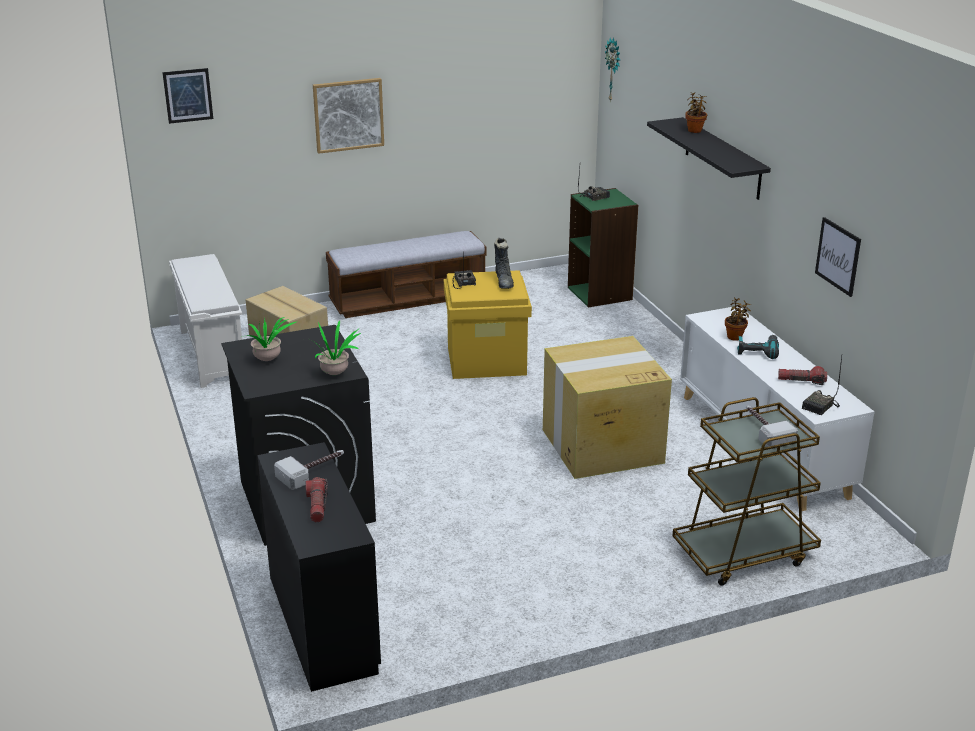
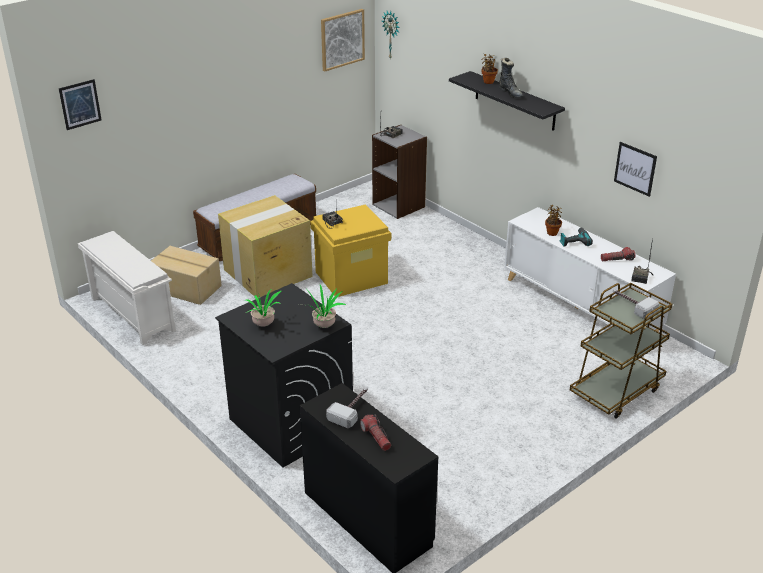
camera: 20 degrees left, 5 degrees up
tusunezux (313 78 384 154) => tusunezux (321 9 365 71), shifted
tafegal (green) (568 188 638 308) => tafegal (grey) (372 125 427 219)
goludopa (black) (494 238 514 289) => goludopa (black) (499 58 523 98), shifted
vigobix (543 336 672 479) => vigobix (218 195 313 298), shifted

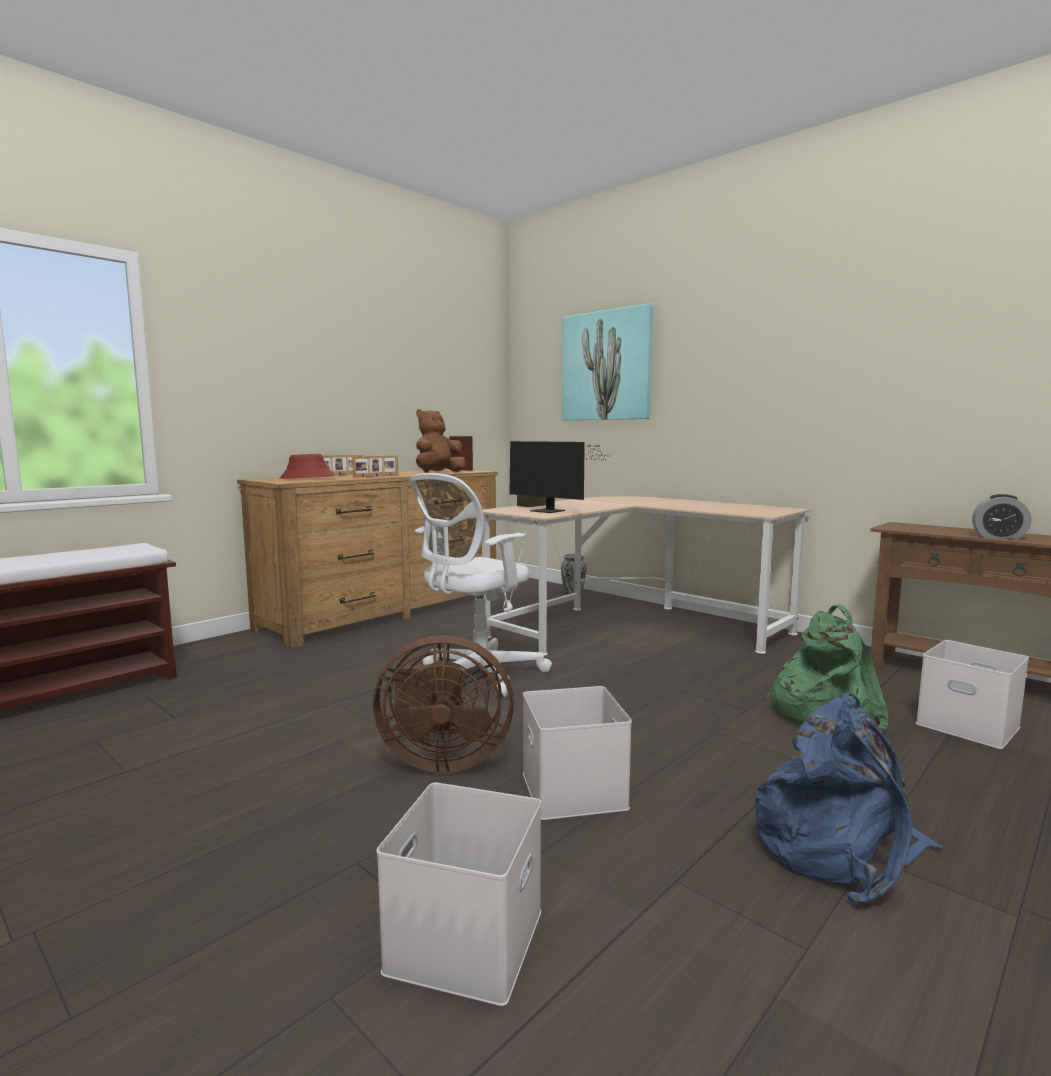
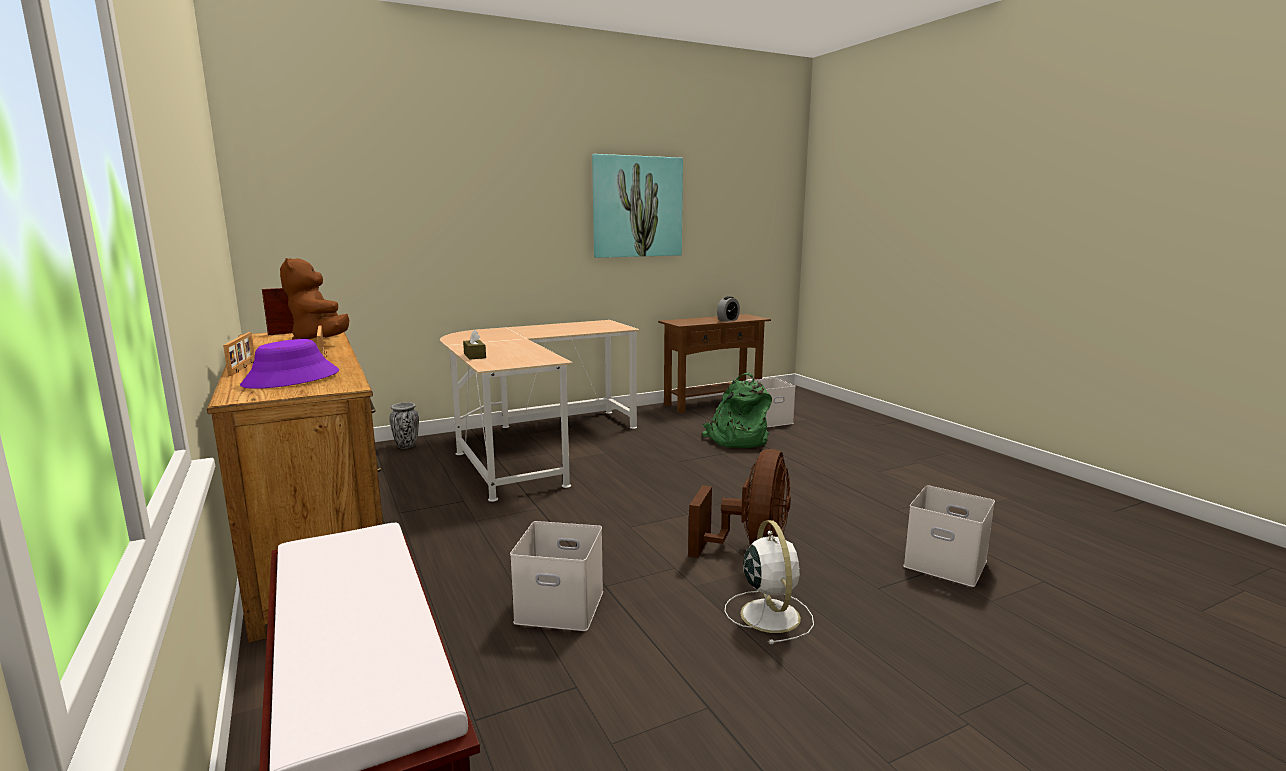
camera: 70 degrees left, 5 degrees up
tusunezux (562 303 653 420) => tusunezux (592 154 683 258), shifted
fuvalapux (509 441 608 513) => nothing
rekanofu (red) (280 454 336 479) => rekanofu (purple) (240 339 339 389)
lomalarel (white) (409 473 552 697) => nothing
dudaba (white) (523 686 632 820) => dudaba (white) (510 521 603 631), shifted
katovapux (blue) (755 693 944 905) => nothing
nothing => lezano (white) (725 520 814 644)

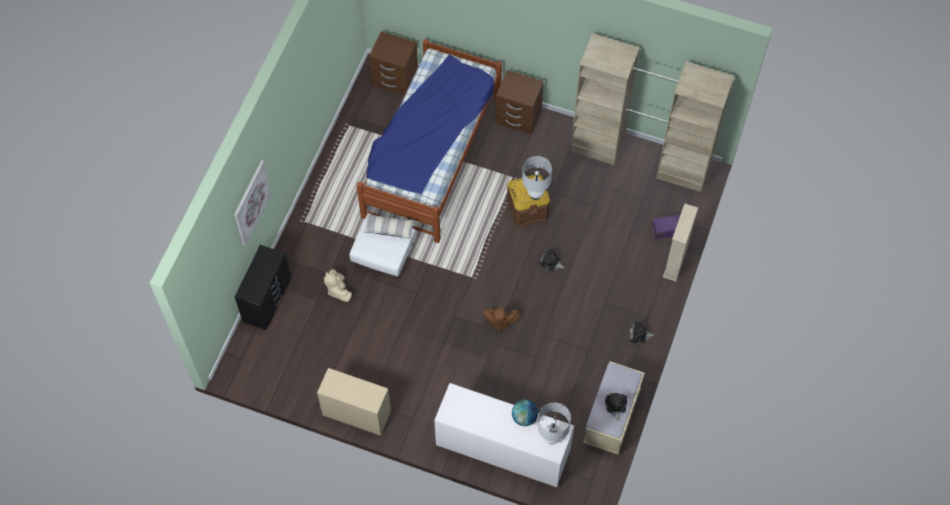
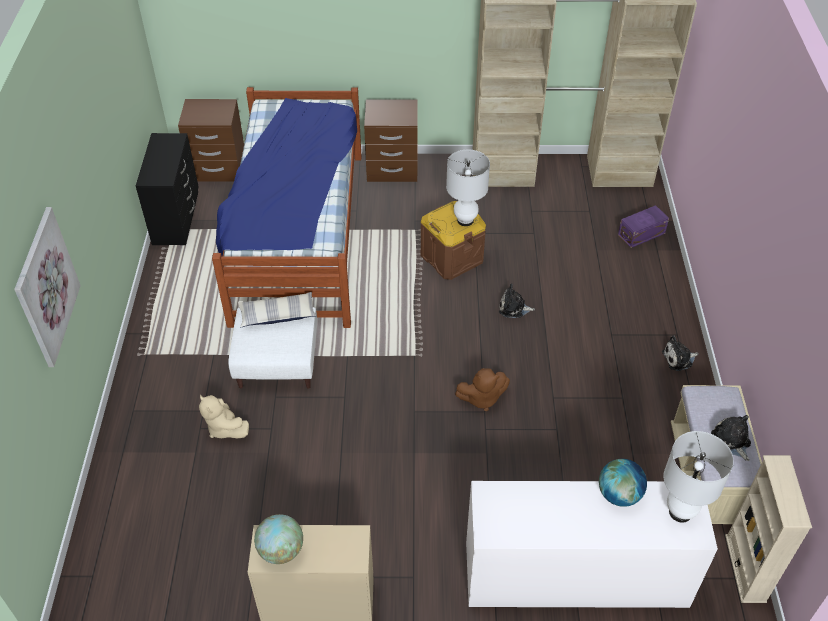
camera: 20 degrees left, 15 degrees down
tafegal (beige) (663 204 698 281) => tafegal (beige) (725 455 812 603), shifted
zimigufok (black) (235 245 291 330) => zimigufok (black) (136 133 199 245), shifted
nothing => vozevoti (254 514 303 564)

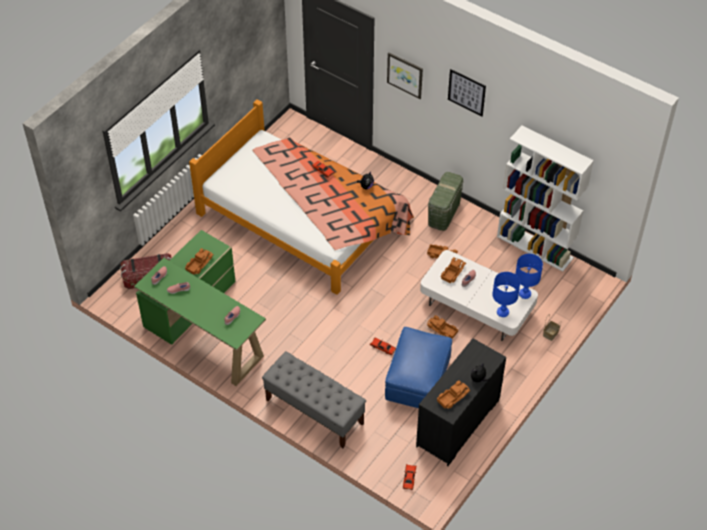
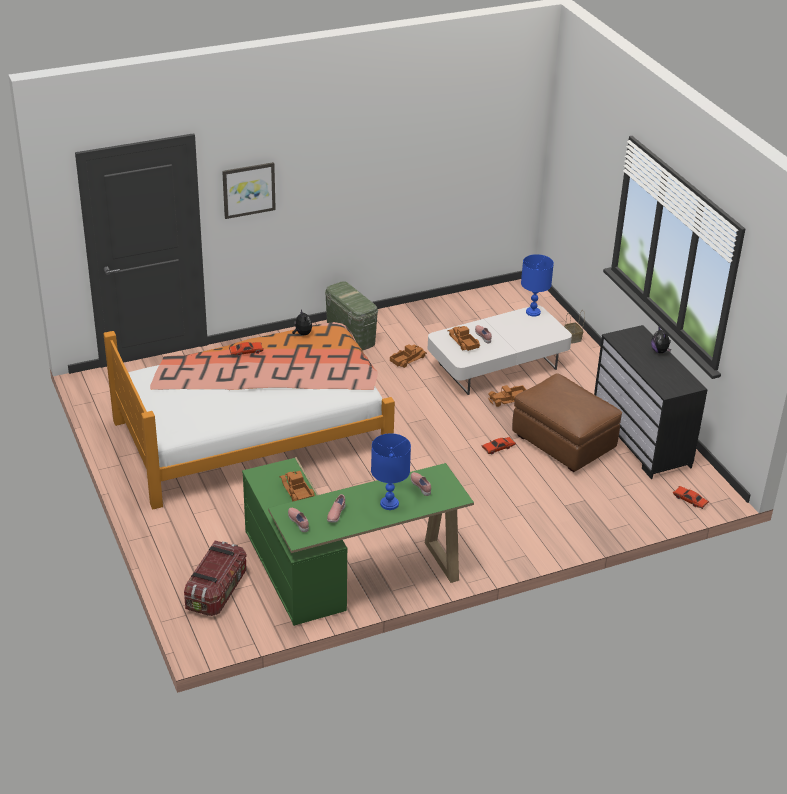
camera: 60 degrees left, 15 degrees down
tusunezux (448 69 486 116) => nothing
tafegal (white) (497 126 594 272) => nothing
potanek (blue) (492 272 520 317) => potanek (blue) (371 433 411 510), shifted
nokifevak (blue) (385 327 452 408) => nokifevak (brown) (512 373 622 472)
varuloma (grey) (262 351 366 448) => nothing
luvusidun (437 380 470 409) => nothing

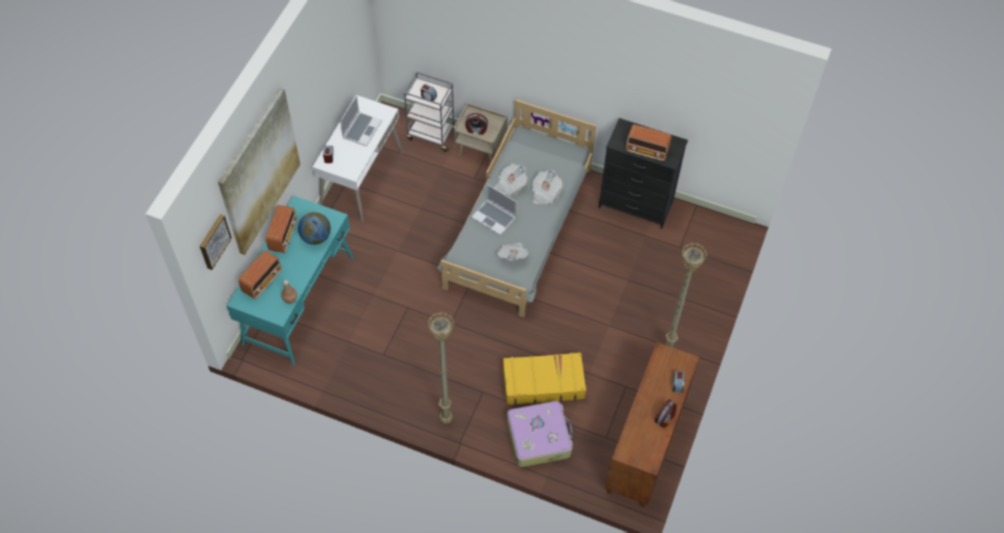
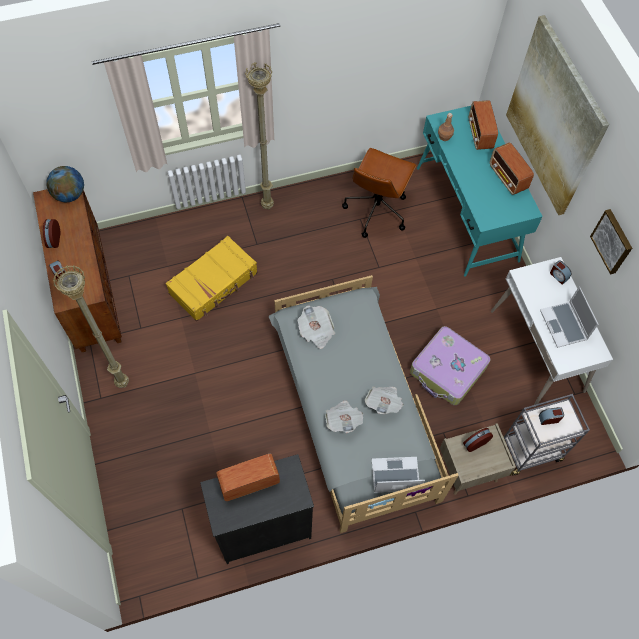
camera: 140 degrees right, 5 degrees up
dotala (472 184 517 235) => dotala (372 457 425 493), shifted
vozevoti (298 212 331 245) => vozevoti (46 166 84 202), shifted
tusunezux (200 214 232 270) => tusunezux (590 209 632 275), shifted
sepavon (507 401 573 467) => sepavon (410 326 490 405), shifted
nothing => lomalarel (brown) (342 148 417 238)

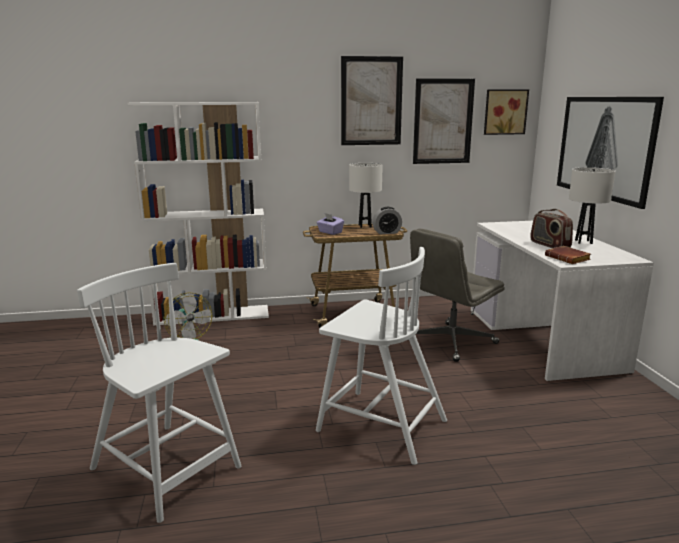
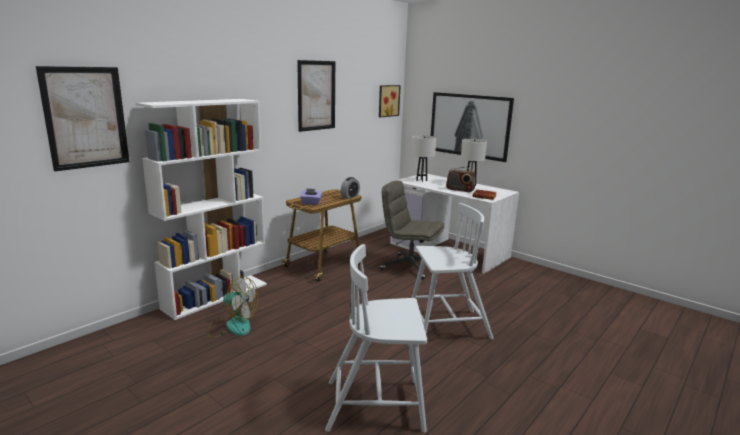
camera: 40 degrees left, 0 degrees up
tusunezux (413 78 475 164) => tusunezux (36 66 129 171), shifted
potanek (white) (349 163 383 228) => potanek (white) (412 135 436 182), shifted
lomalarel (grey) (408 229 505 362) => lomalarel (grey) (380 180 444 279), 105 degrees clockwise

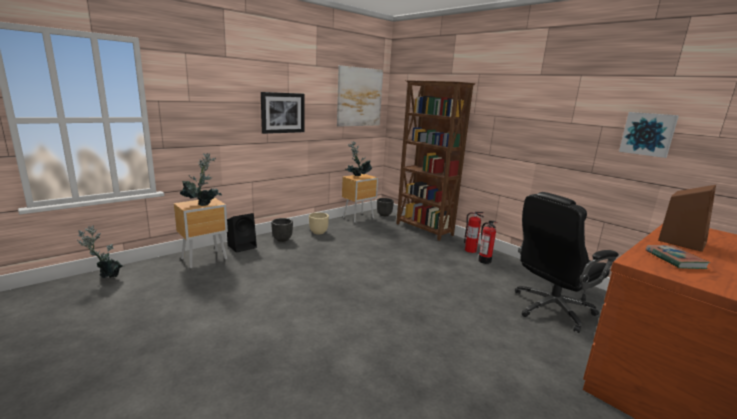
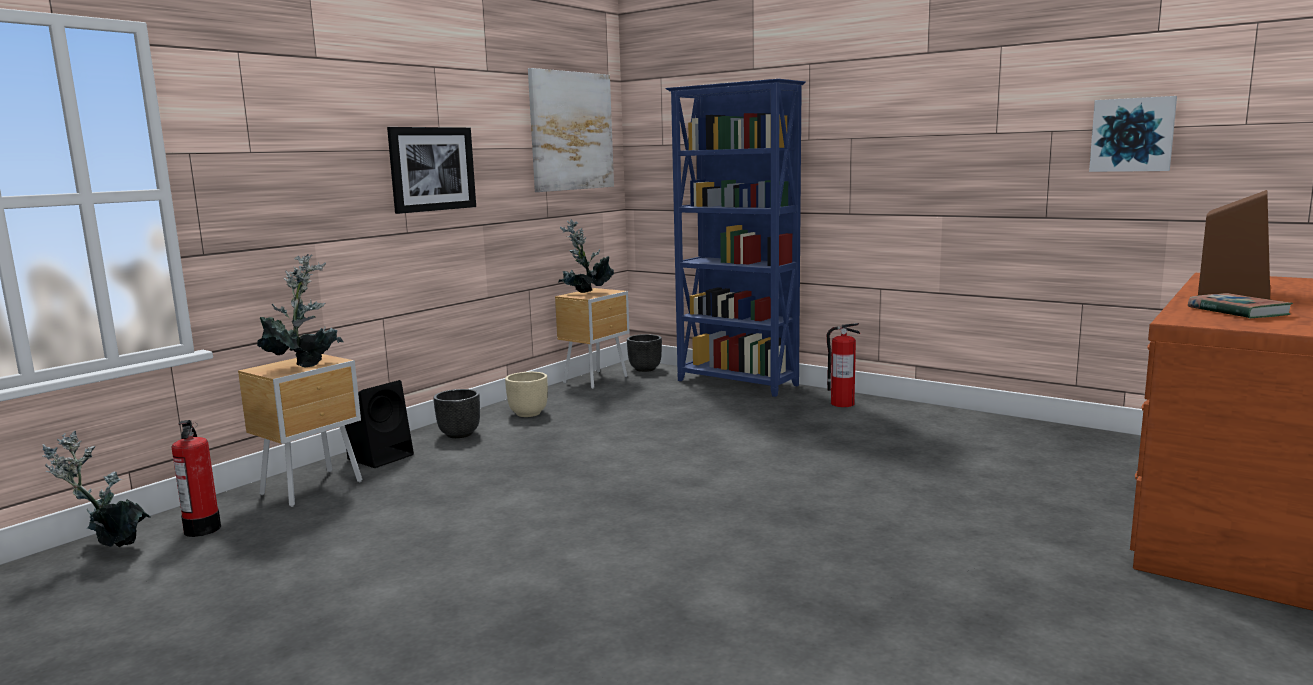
camera: 10 degrees left, 5 degrees down
tafegal (brown) (396 80 476 241) => tafegal (blue) (665 79 806 397)
lomalarel (black) (515 192 619 333) => nothing
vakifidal (478 221 497 264) => vakifidal (172 420 221 537), shifted

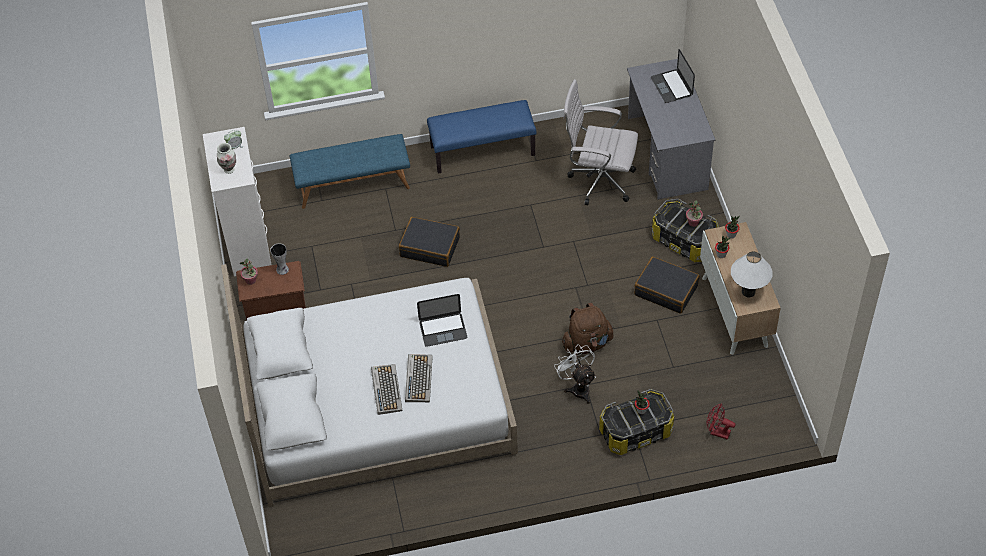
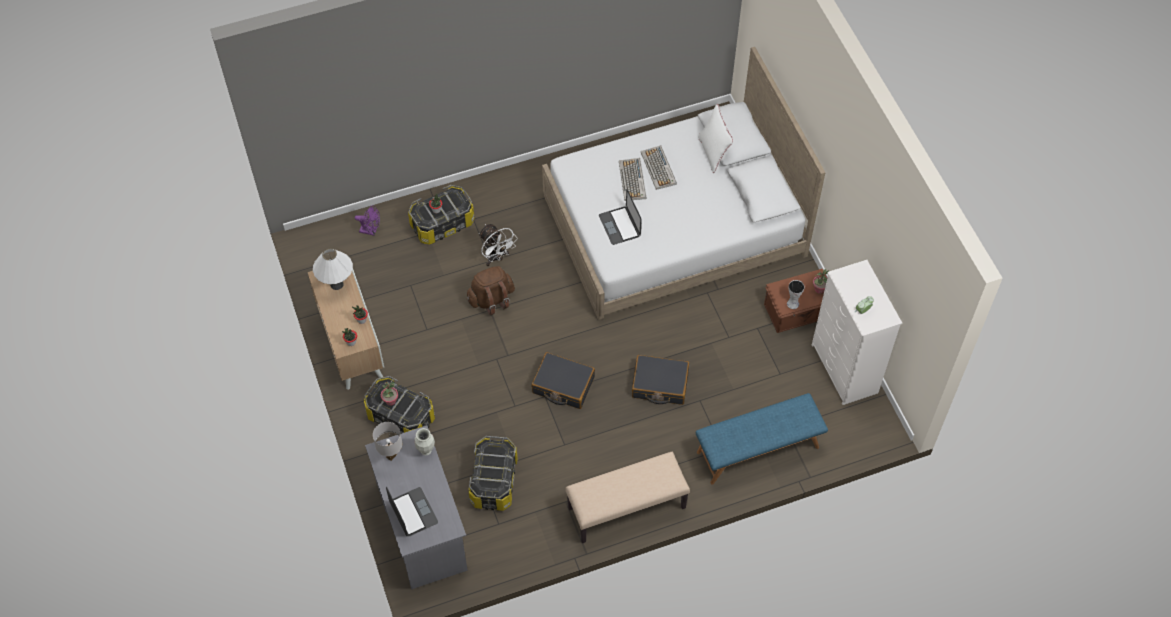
camera: 170 degrees right, 5 degrees up
lomalarel (white) (563 79 638 205) => dudaba (468 436 518 511)
varuloma (blue) (427 100 536 174) => varuloma (beige) (565 452 690 543)
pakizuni (217 143 236 174) => pakizuni (414 428 435 456), shifted
sepavon (black) (634 256 700 314) => sepavon (black) (531 352 595 409), shifted
dotala (417 294 467 347) => dotala (599 189 642 245), 90 degrees counterclockwise
lezano (red) (707 403 735 440) => lezano (purple) (355 206 380 236)
nothing => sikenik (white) (698 104 733 173)
nothing => potanek (white) (373 422 402 461)

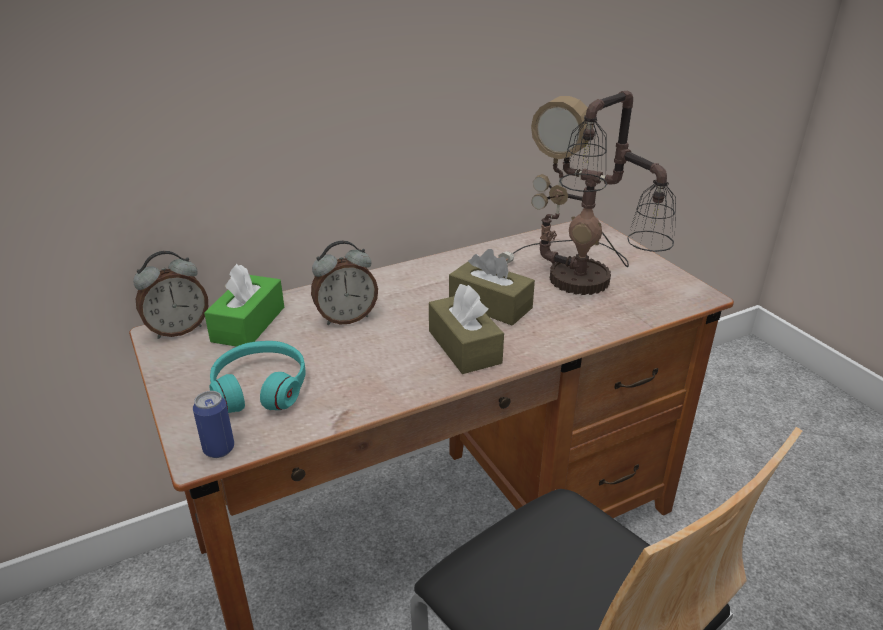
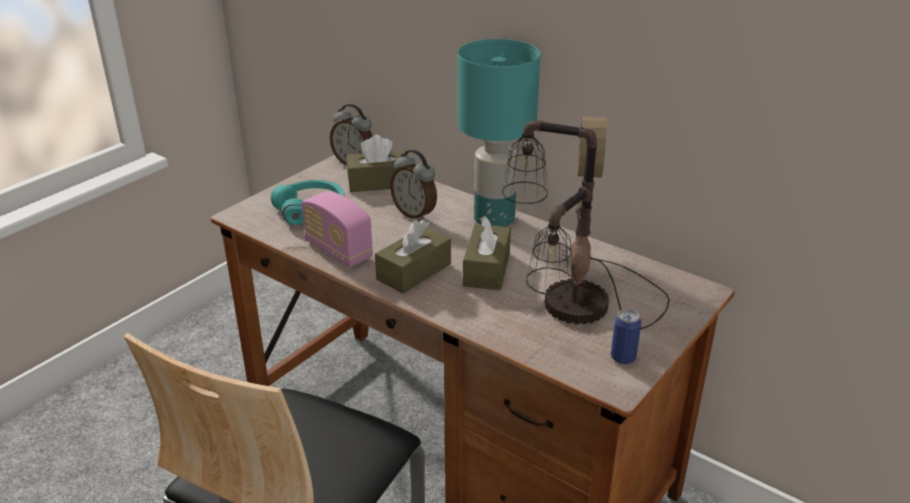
camera: 65 degrees right, 0 degrees up
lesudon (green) (204 264 284 347) => lesudon (brown) (346 135 408 192)
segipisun (193 391 234 458) => segipisun (611 309 641 364), shifted
nothing => potanek (turquoise) (458 39 541 227)
nothing => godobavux (302 192 373 267)

